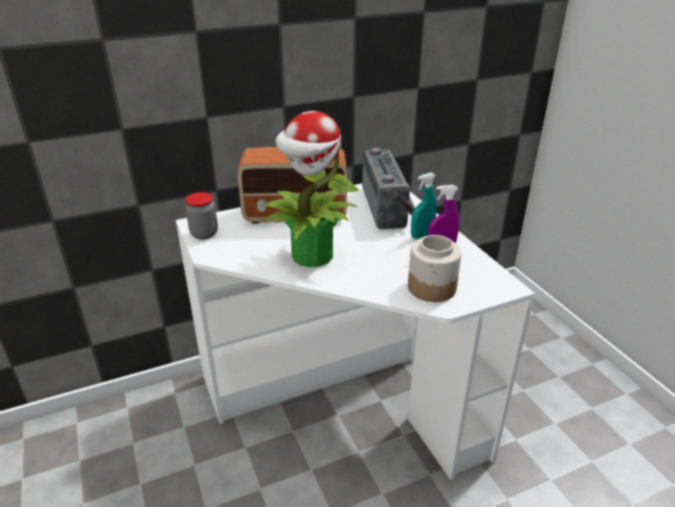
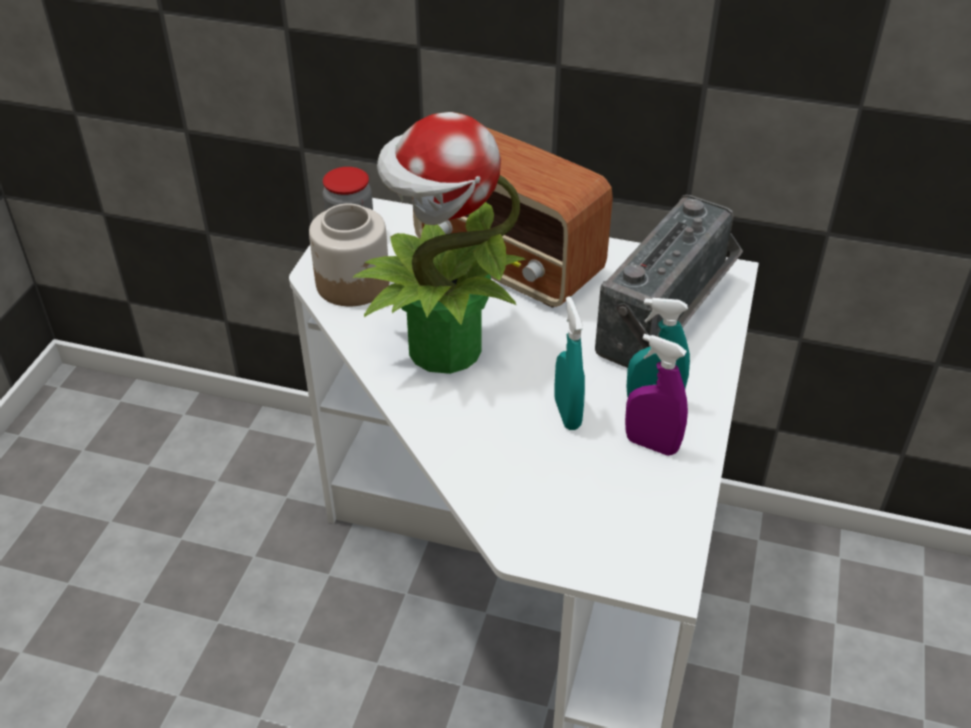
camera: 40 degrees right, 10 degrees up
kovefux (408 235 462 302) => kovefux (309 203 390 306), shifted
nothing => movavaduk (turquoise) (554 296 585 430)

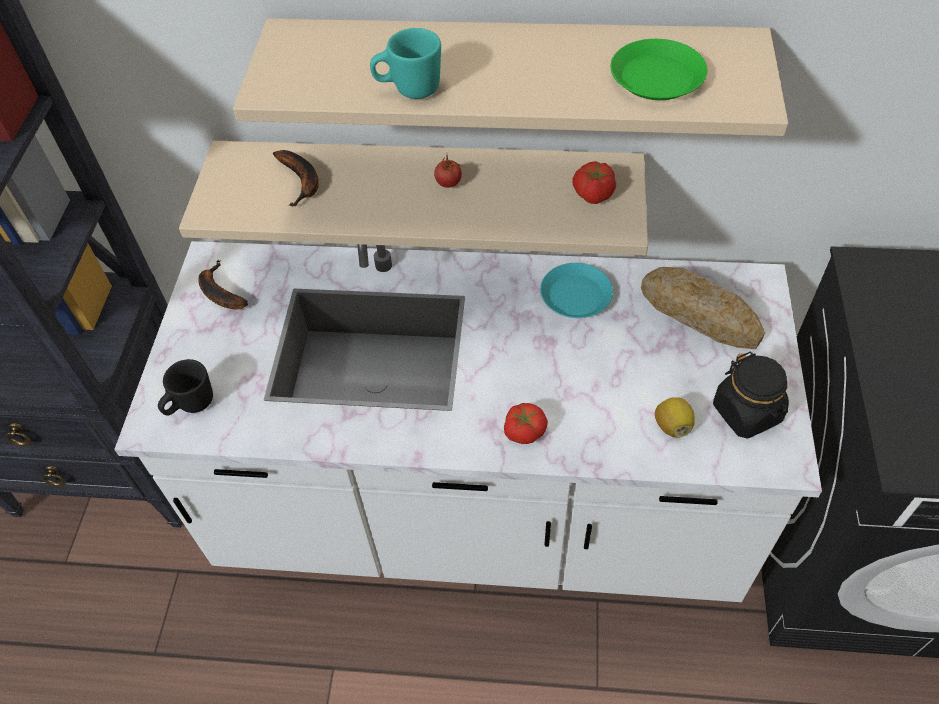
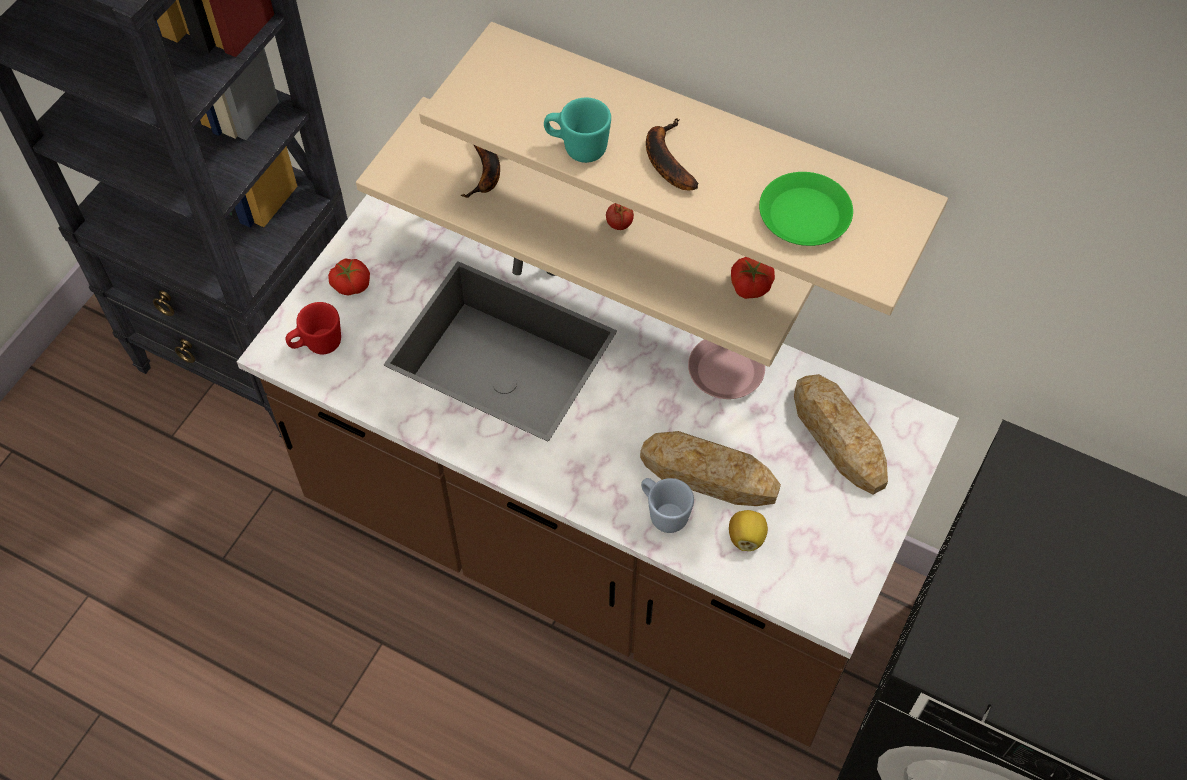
camera: 20 degrees right, 5 degrees up
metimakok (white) (114 241 822 602) => metimakok (brown) (237 195 959 747)
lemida (198 260 248 309) => lemida (646 118 699 190), shifted
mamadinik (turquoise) (540 263 613 318) => mamadinik (pink) (688 339 765 399)
kovefux (black) (713 352 789 438) => nothing
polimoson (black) (158 359 213 416) => polimoson (red) (286 302 341 354)
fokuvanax (504 403 548 444) => fokuvanax (328 258 370 295), shifted
nothing => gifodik (640 431 781 506)
nothing => polimoson (blue) (641 478 694 533)

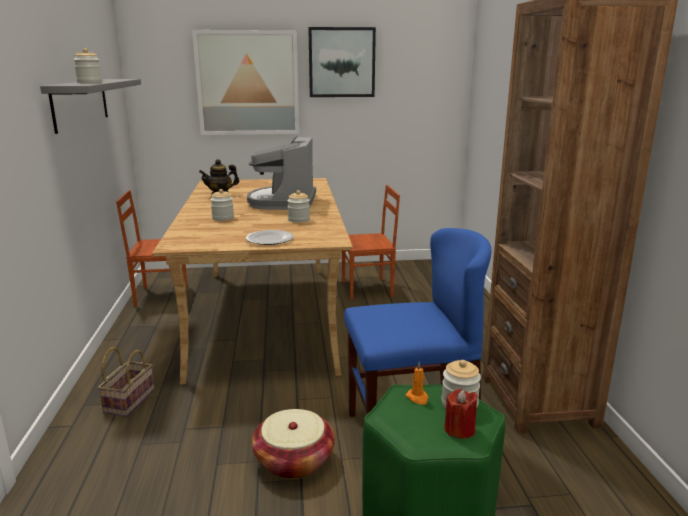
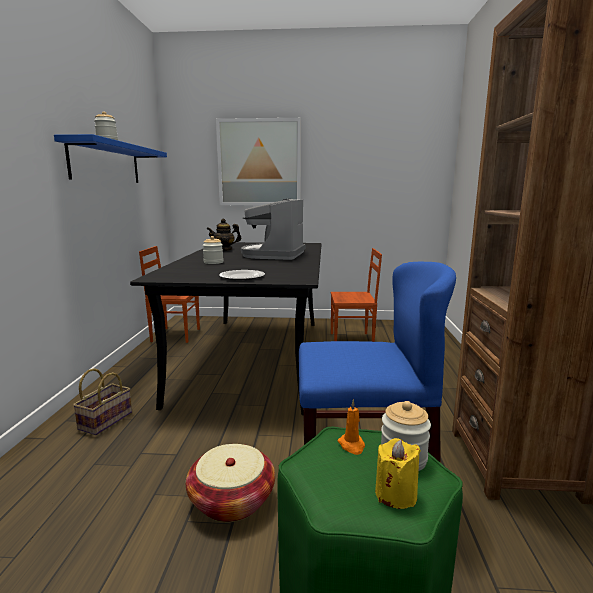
camera: 10 degrees right, 5 degrees down
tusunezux (308 27 376 97) => nothing
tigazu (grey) (40 79 141 134) => tigazu (blue) (54 134 167 183)
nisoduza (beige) (152 178 353 385) => nisoduza (black) (130 242 322 415)
kovefux (287 190 310 223) => nothing
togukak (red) (444 389 477 439) => togukak (yellow) (375 438 421 509)

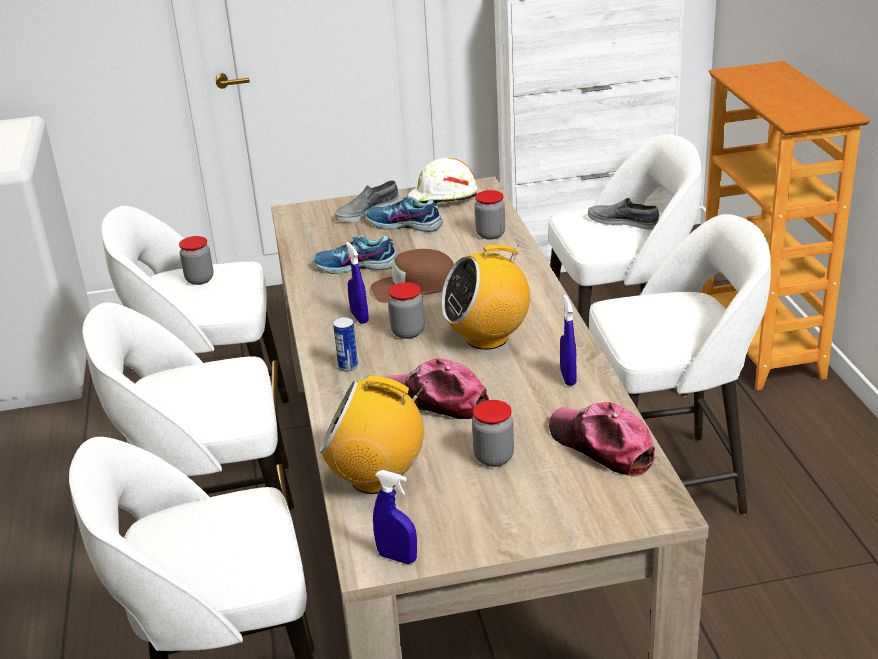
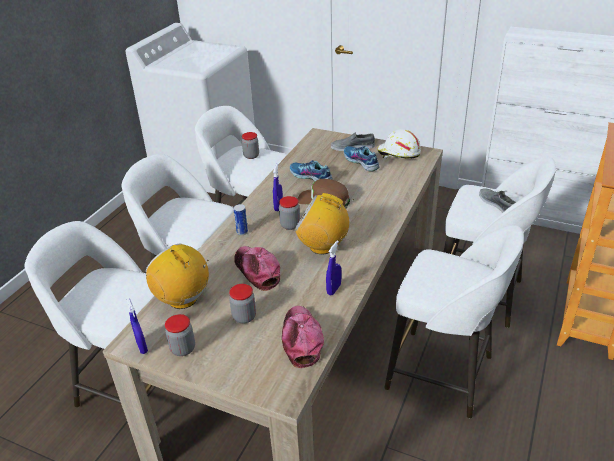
camera: 35 degrees right, 5 degrees up
kovefux (475 190 505 240) => kovefux (165 314 195 356), shifted

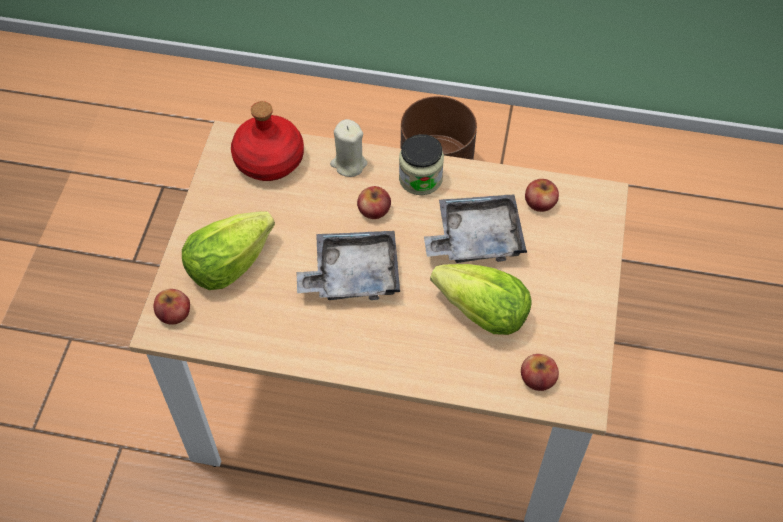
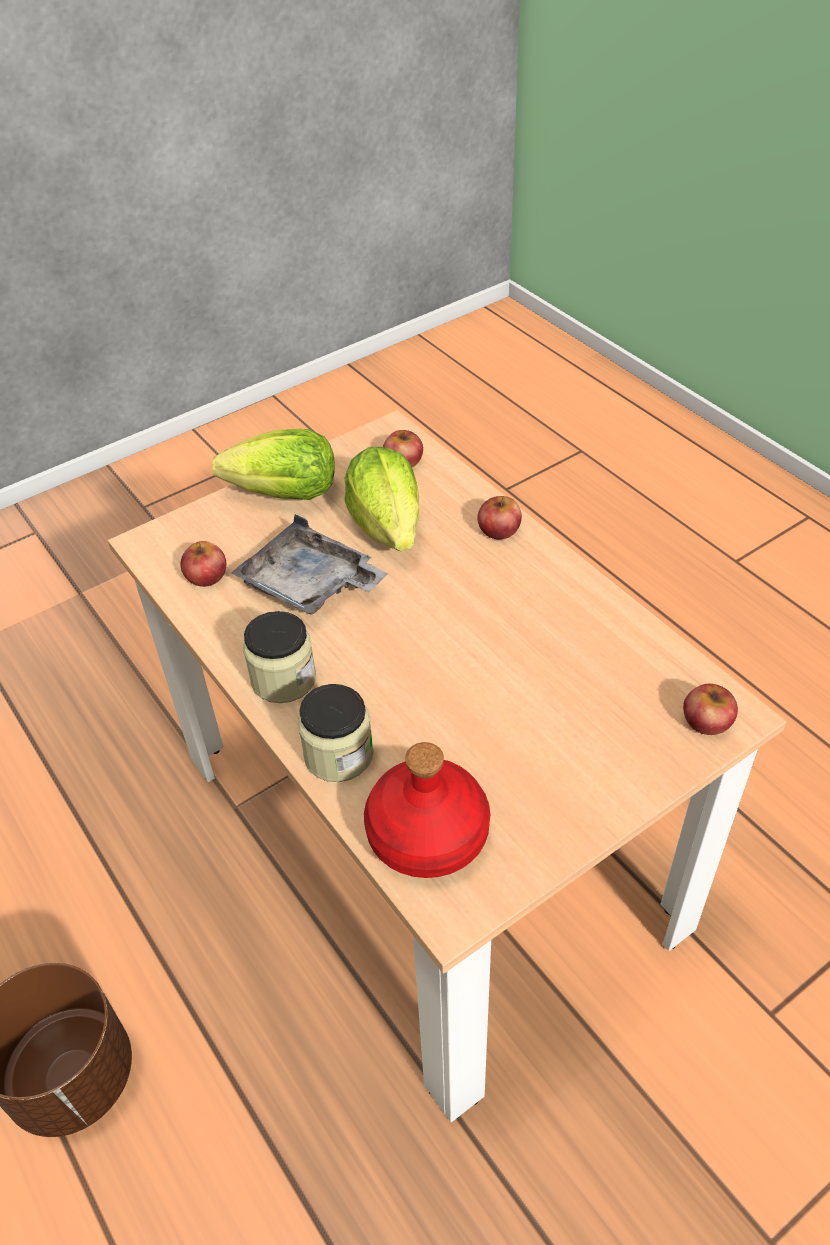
camera: 135 degrees left, 10 degrees down
togukak (beige) (330 119 367 177) => kovefux (298 684 374 782)
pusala (357 186 391 219) => pusala (477 496 522 539), shifted
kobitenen (182 211 275 290) => kobitenen (212 429 335 500), shifted
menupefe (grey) (297 231 400 300) => nothing

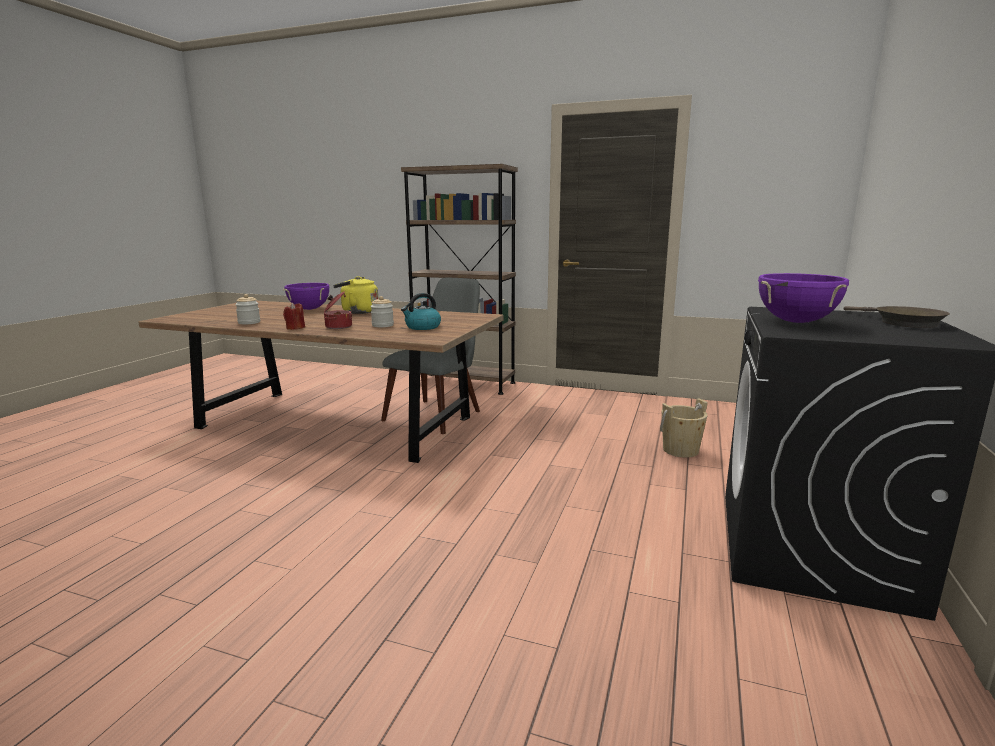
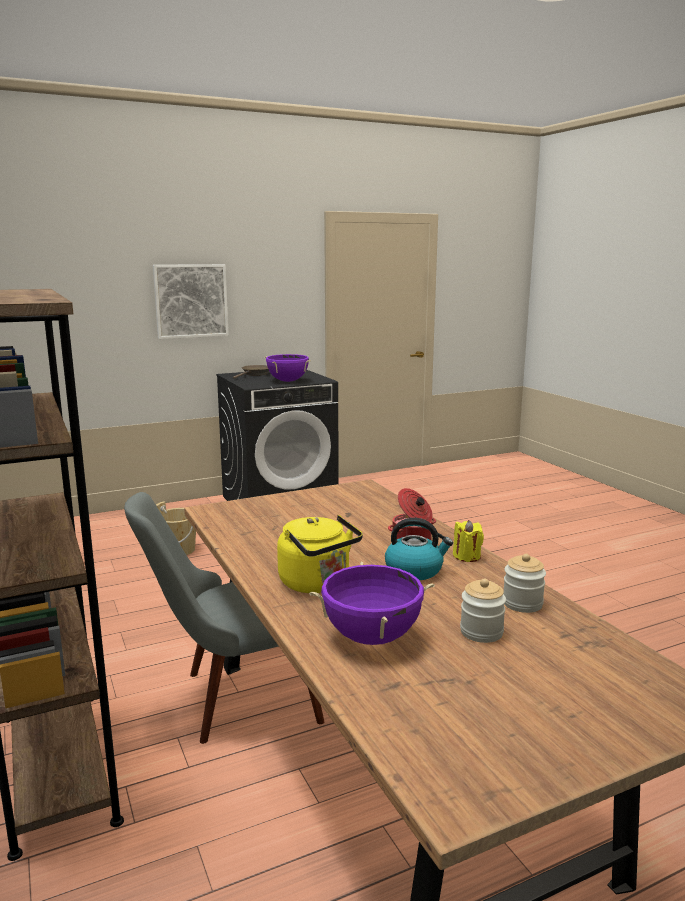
camera: 135 degrees left, 0 degrees up
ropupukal (401 293 441 330) => ropupukal (385 518 453 580), shifted
kovefux (370 296 394 327) => kovefux (460 578 506 643), shifted
togukak (red) (283 303 305 330) => togukak (yellow) (453 520 484 562)
nothing => tusunezux (153 264 229 339)

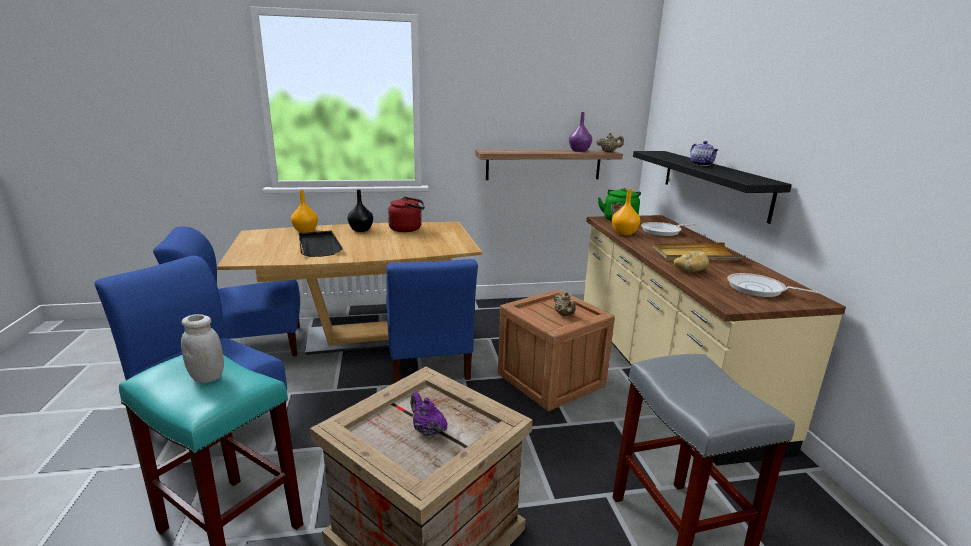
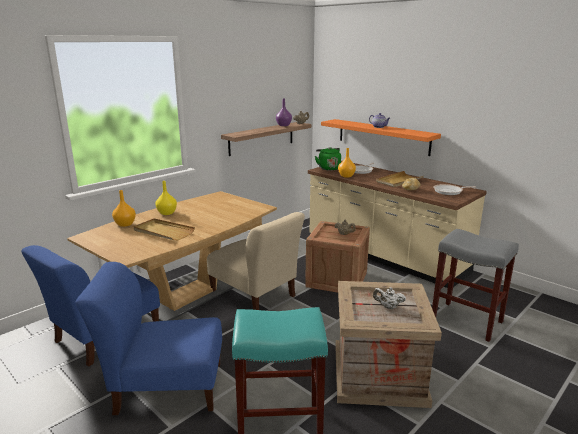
camera: 35 degrees left, 0 degrees up
tigazu (black) (633 151 792 224) => tigazu (orange) (321 119 441 156)
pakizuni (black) (348 190 373 232) => pakizuni (yellow) (155 181 177 215)
ropupukal (red) (388 197 425 232) => nothing
menupefe (black) (299 230 343 257) => menupefe (beige) (133 218 195 240)
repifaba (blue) (386 259 478 383) => repifaba (beige) (207 212 305 310)
kovefux (white) (181 314 224 383) => nothing
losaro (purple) (410 392 448 437) => losaro (white) (373 287 406 309)

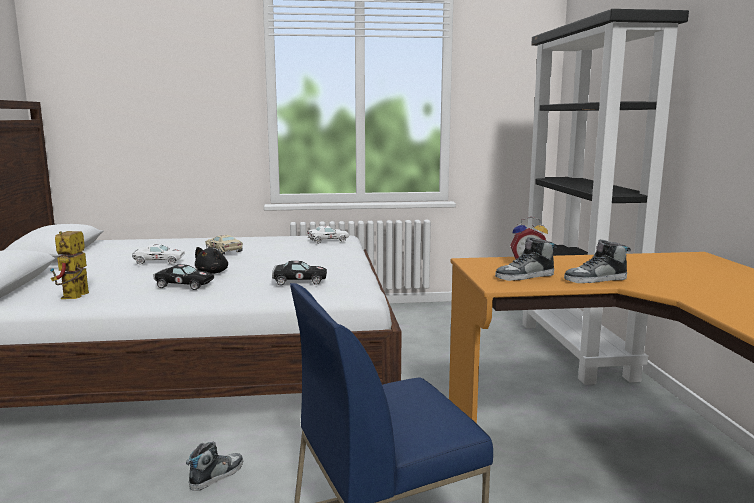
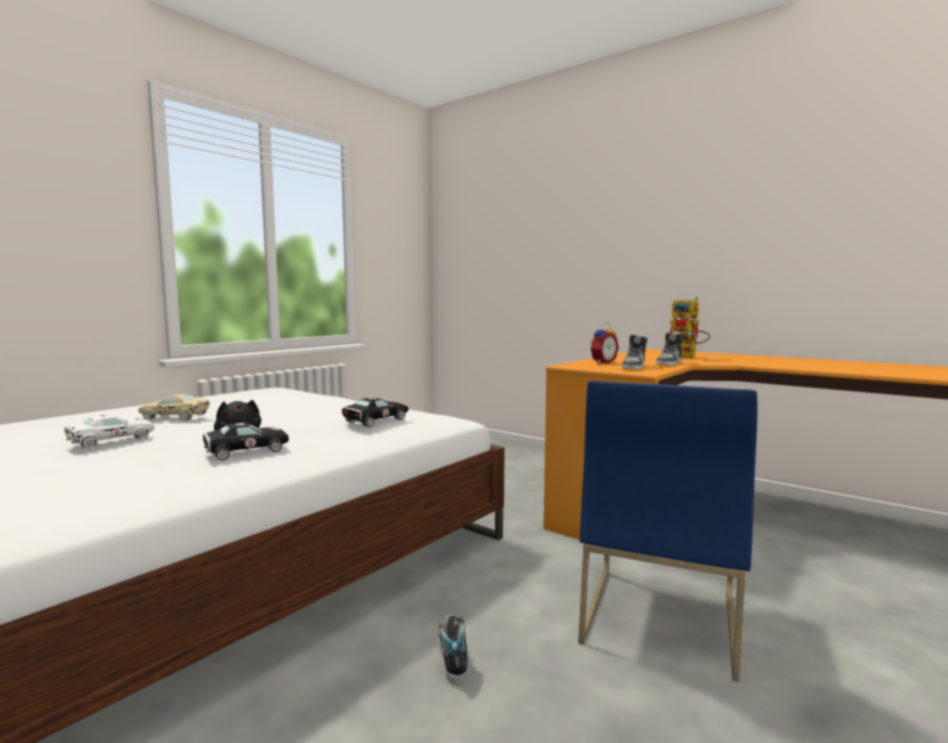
camera: 45 degrees left, 5 degrees down
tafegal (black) (522 9 689 385) => nothing
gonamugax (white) (307 226 349 244) => nothing
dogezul (50 231 89 299) => dogezul (665 297 710 359), shifted

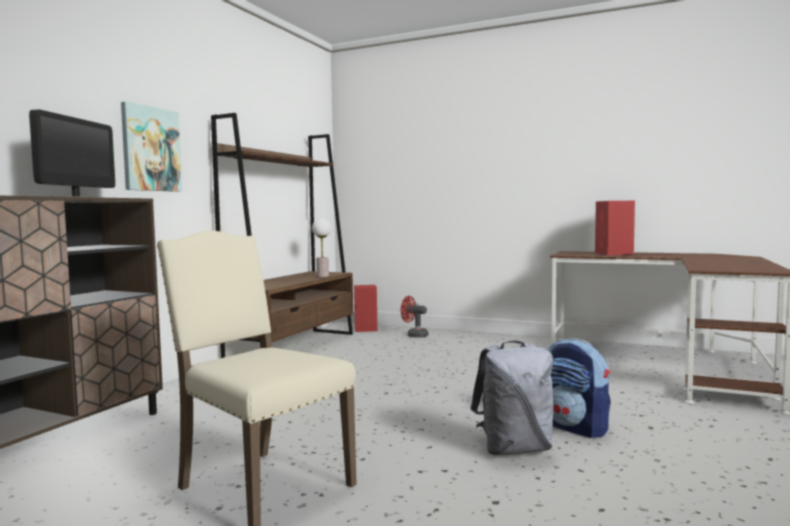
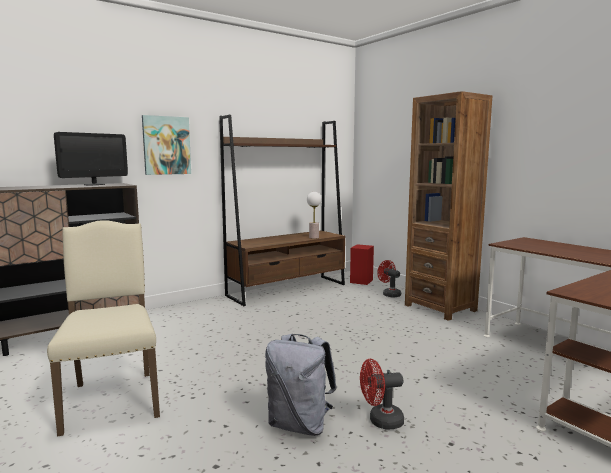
camera: 30 degrees right, 5 degrees up
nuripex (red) (595 201 635 255) => nothing
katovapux (548 339 611 438) => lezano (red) (360 359 404 429)
nothing => tafegal (brown) (405 91 492 321)

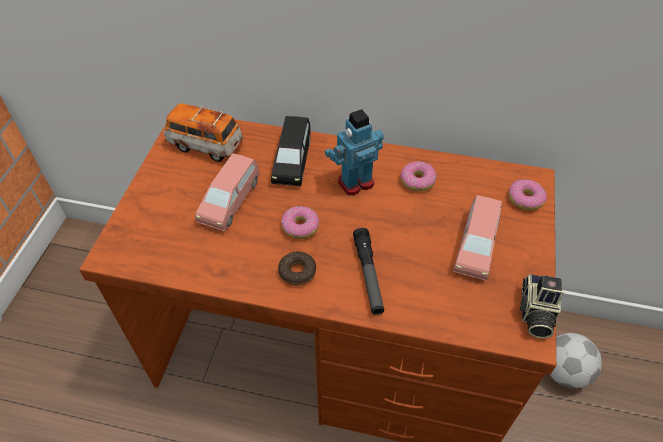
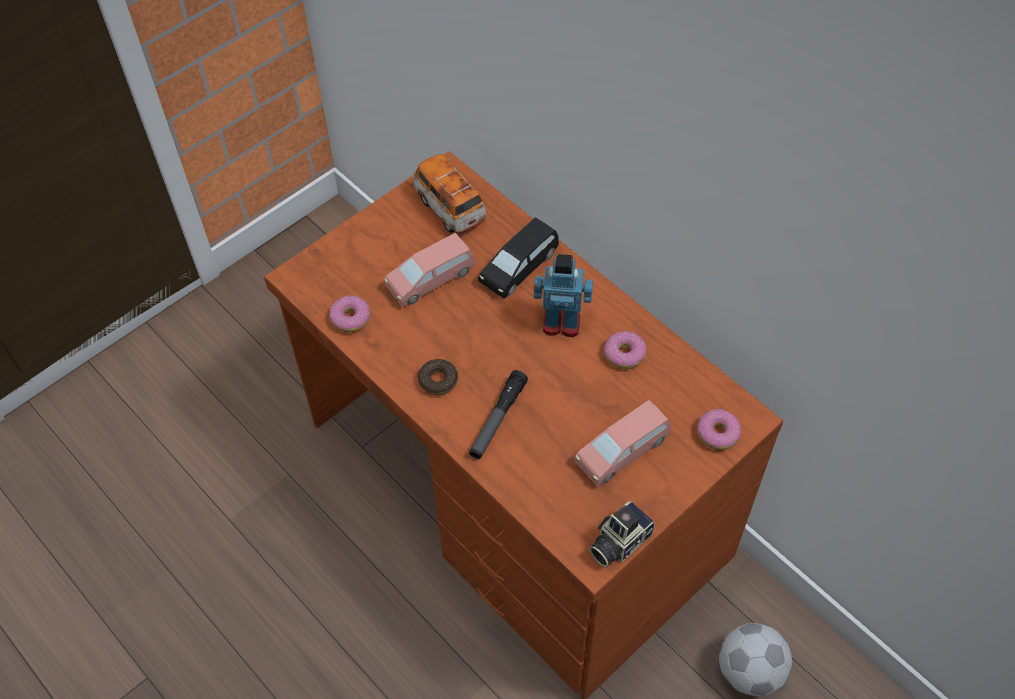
camera: 35 degrees right, 5 degrees up
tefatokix (281 206 319 239) => tefatokix (329 296 370 333), shifted

